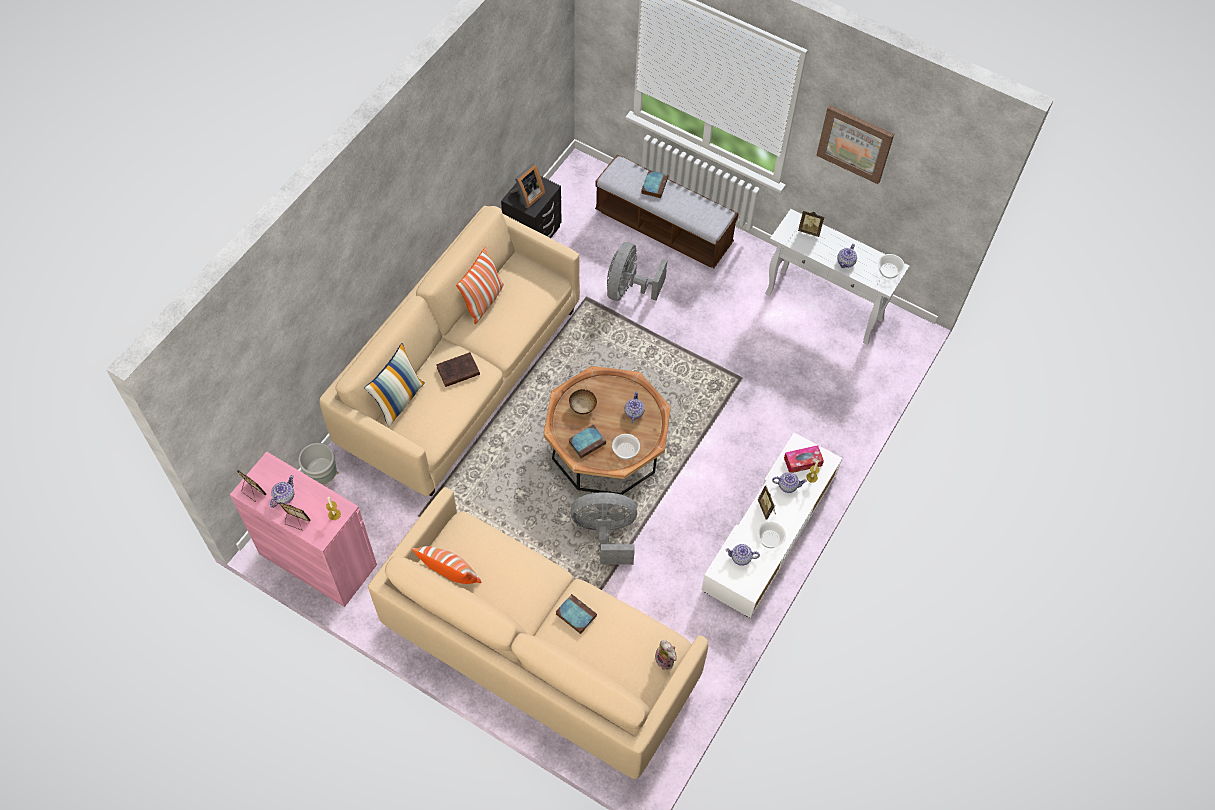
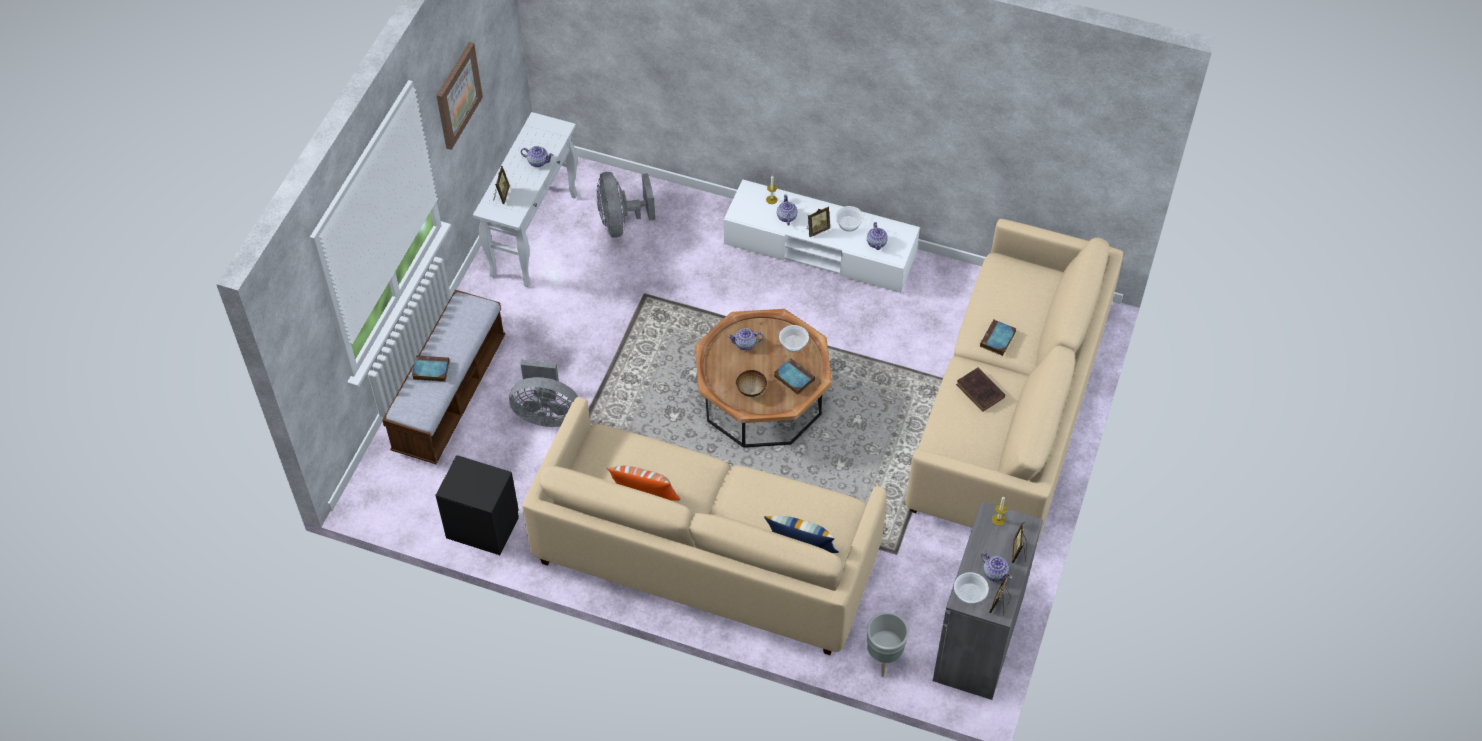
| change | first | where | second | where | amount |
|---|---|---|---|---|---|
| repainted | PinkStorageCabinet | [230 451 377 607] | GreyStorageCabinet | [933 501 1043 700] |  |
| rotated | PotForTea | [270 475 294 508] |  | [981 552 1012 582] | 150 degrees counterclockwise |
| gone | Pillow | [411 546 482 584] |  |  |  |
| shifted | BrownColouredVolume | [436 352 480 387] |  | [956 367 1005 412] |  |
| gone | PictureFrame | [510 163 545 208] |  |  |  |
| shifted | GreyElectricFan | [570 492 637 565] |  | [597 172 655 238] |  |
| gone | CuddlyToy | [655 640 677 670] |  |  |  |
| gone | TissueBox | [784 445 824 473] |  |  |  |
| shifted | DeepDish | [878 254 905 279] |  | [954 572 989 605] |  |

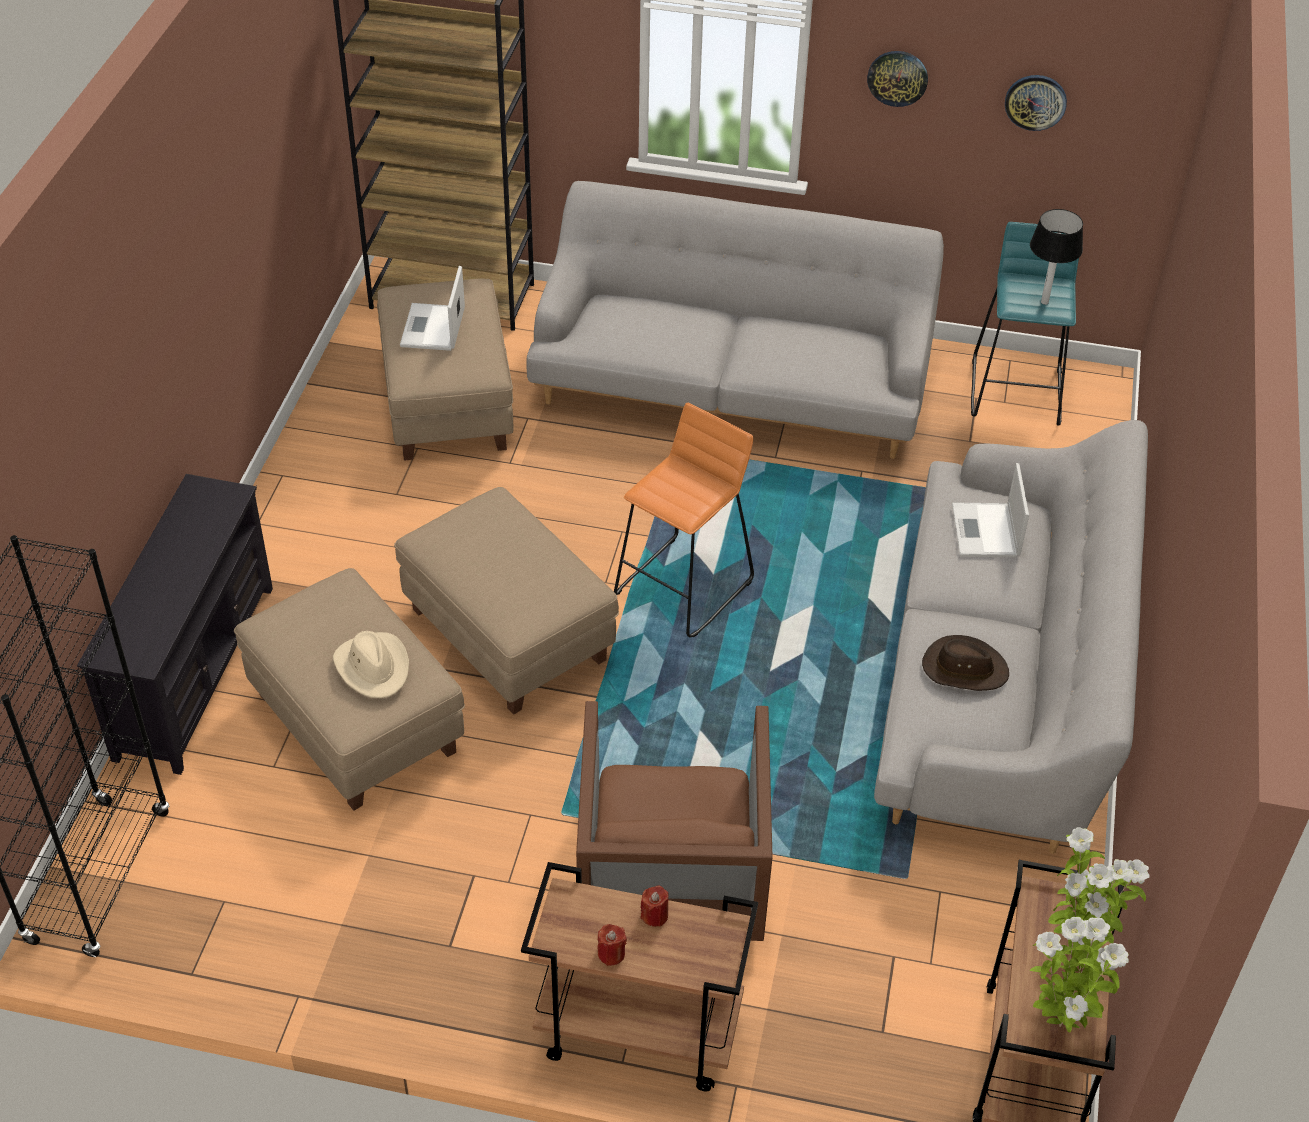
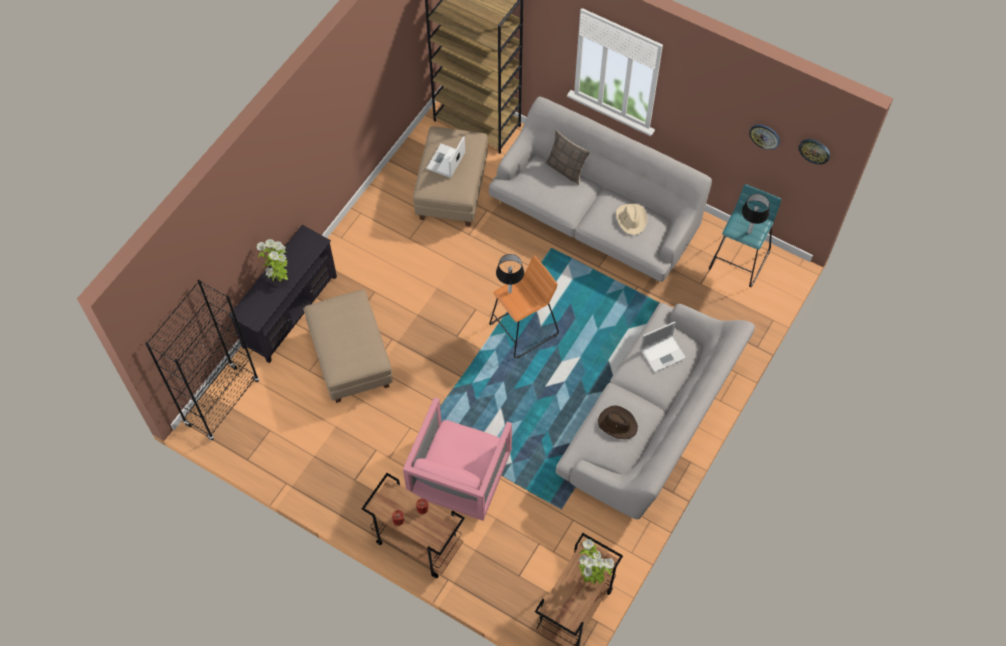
| change | first | where | second | where | amount |
|---|---|---|---|---|---|
| shifted | SandColouredHat | [333 631 409 698] |  | [616 204 647 235] |  |
| gone | SandColouredOttoman | [394 487 619 714] |  |  |  |
| repainted | BrownColouredArmchair | [576 701 773 941] | PinkArmchair | [403 397 512 521] |  |
| shifted | ClockOnTheWall | [867 51 928 107] |  | [798 139 830 165] |  |
| rotated | Laptop | [952 463 1029 557] |  | [640 322 686 372] | 135 degrees counterclockwise |
| shifted | PottedPlant | [1030 917 1129 1033] |  | [256 239 288 282] |  |
| new |  |  | TableLamp | [496 254 524 293] |  |
| new |  |  | Pillow | [545 130 590 185] |  |

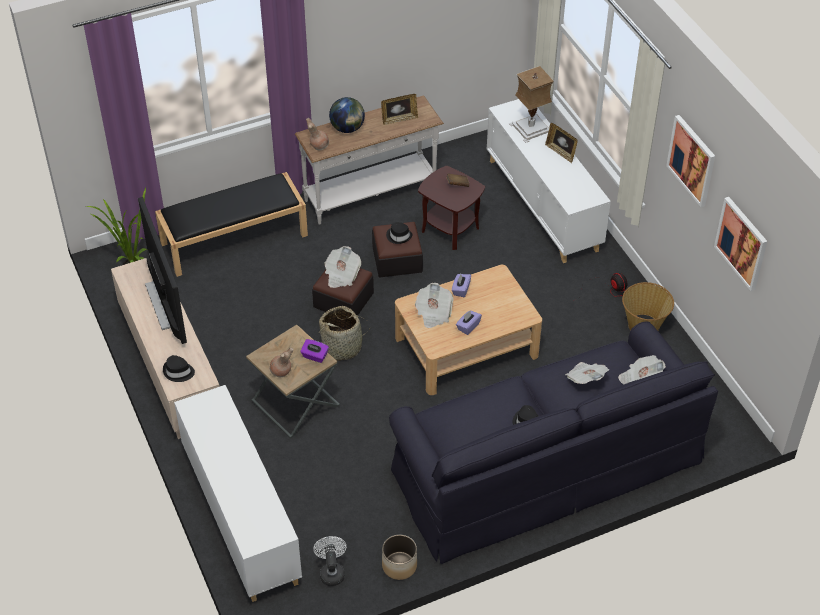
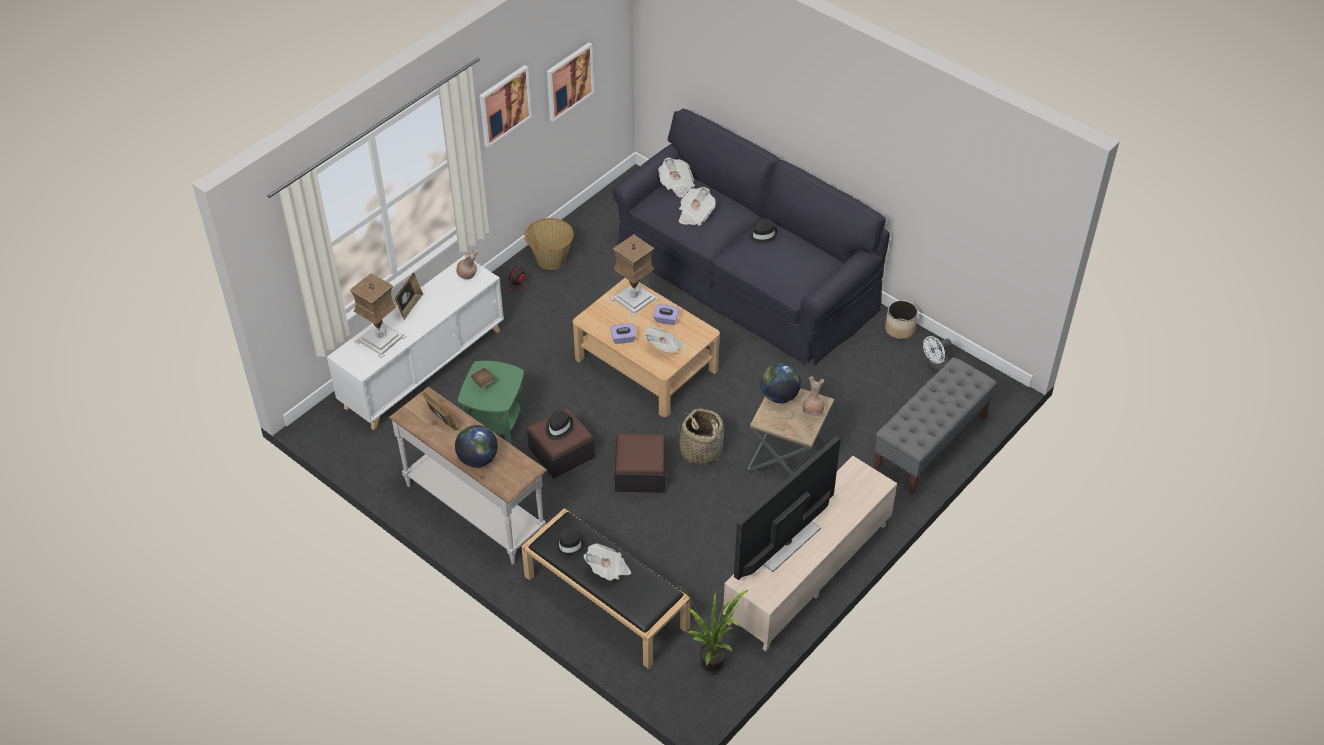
| change | first | where | second | where | amount |
|---|---|---|---|---|---|
| shifted | BlackishHat | [163 355 195 382] |  | [555 528 585 555] |  |
| swapped | WhiteStorageCabinet | [174 385 302 602] | GreyBench | [873 357 997 495] |  |
| swapped | PurpleTissueBox | [300 339 329 363] | WorldGlobe | [761 363 801 403] |  |
| shifted | BrownColouredDecorativeVase | [306 118 329 150] |  | [456 249 478 279] |  |
| shifted | Newspaper | [324 246 361 288] |  | [584 543 631 581] |  |
| repainted | BrownColouredAccentTable | [418 166 485 250] | GreenAccentTable | [458 361 525 445] |  |
| new |  |  | TableLamp | [610 234 659 317] |  |

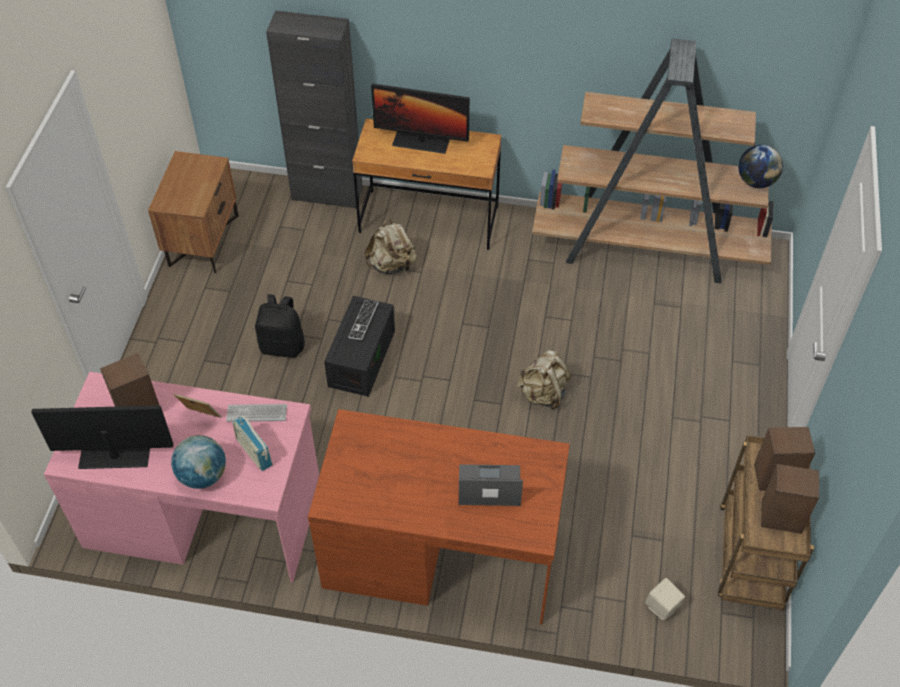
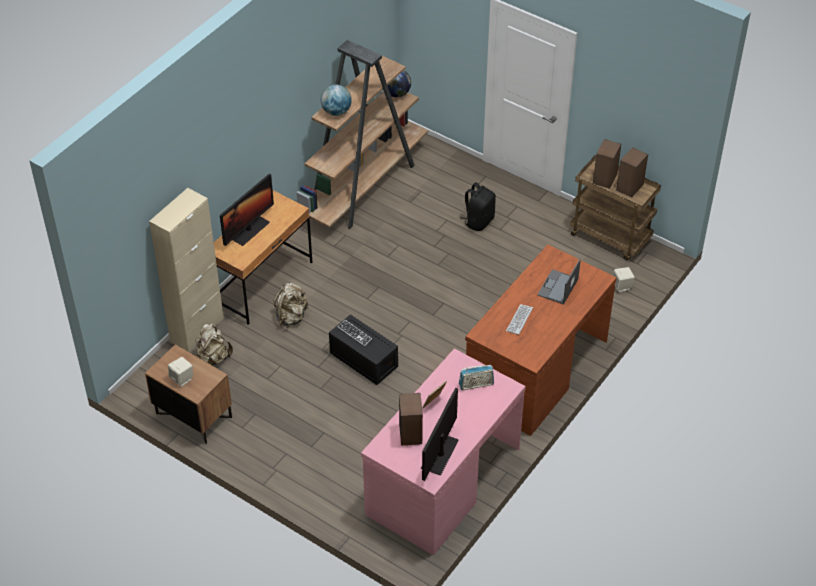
| change | first | where | second | where | amount |
|---|---|---|---|---|---|
| shifted | WorldGlobe | [171 435 226 489] |  | [321 85 352 116] |  |
| shifted | PcKeyboard | [226 404 287 422] |  | [506 304 533 335] |  |
| shifted | BlackishBackpack | [255 294 305 358] |  | [460 182 496 231] |  |
| repainted | BlackishStorageCabinet | [266 10 363 209] | SandColouredStorageCabinet | [149 188 224 352] |  |
| shifted | SandColouredBackpack | [517 350 571 410] |  | [195 324 233 365] |  |
| new |  |  | SandColouredSpeaker | [168 357 193 387] |  |

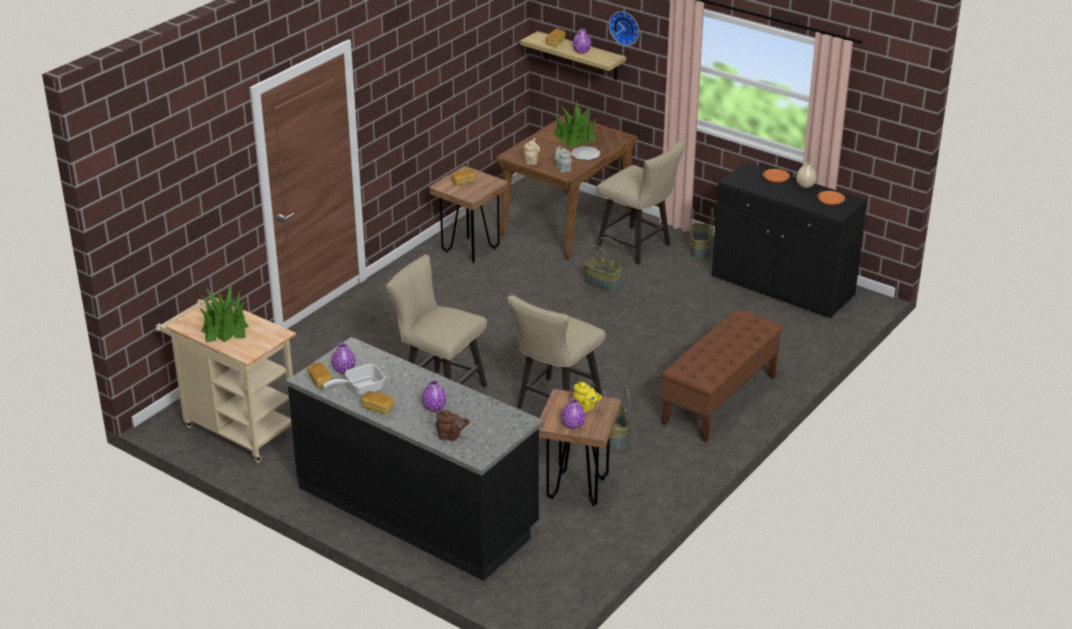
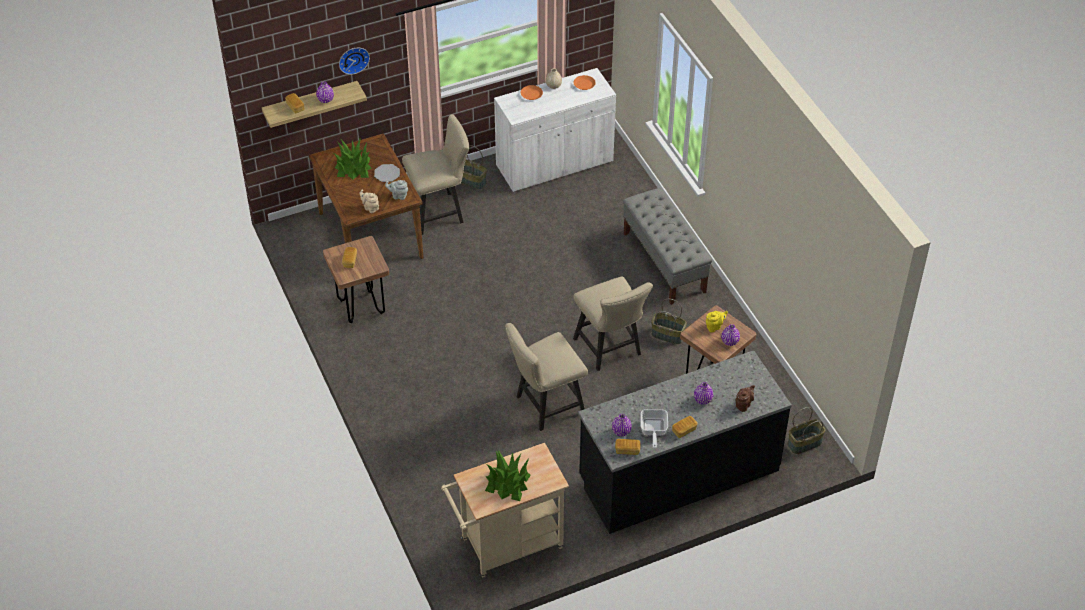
| change | first | where | second | where | amount |
|---|---|---|---|---|---|
| shifted | Basket | [584 237 622 292] |  | [787 407 825 454] |  |
| repainted | BrownColouredBench | [661 309 783 443] | GreyBench | [623 188 712 305] |  |
| repainted | BlackishStorageCabinet | [712 162 867 319] | WhiteStorageCabinet | [494 68 616 192] |  |

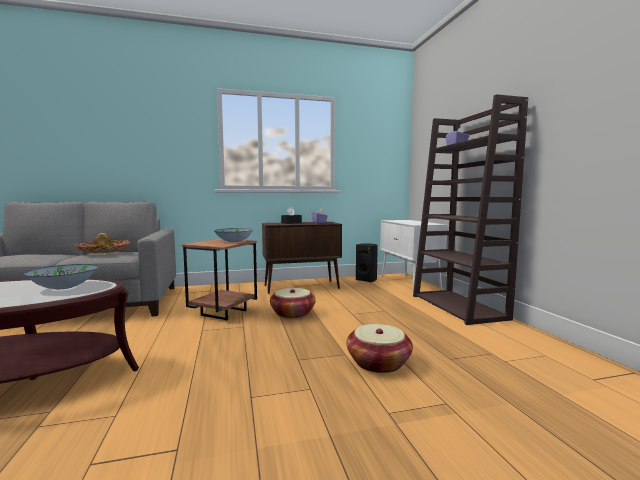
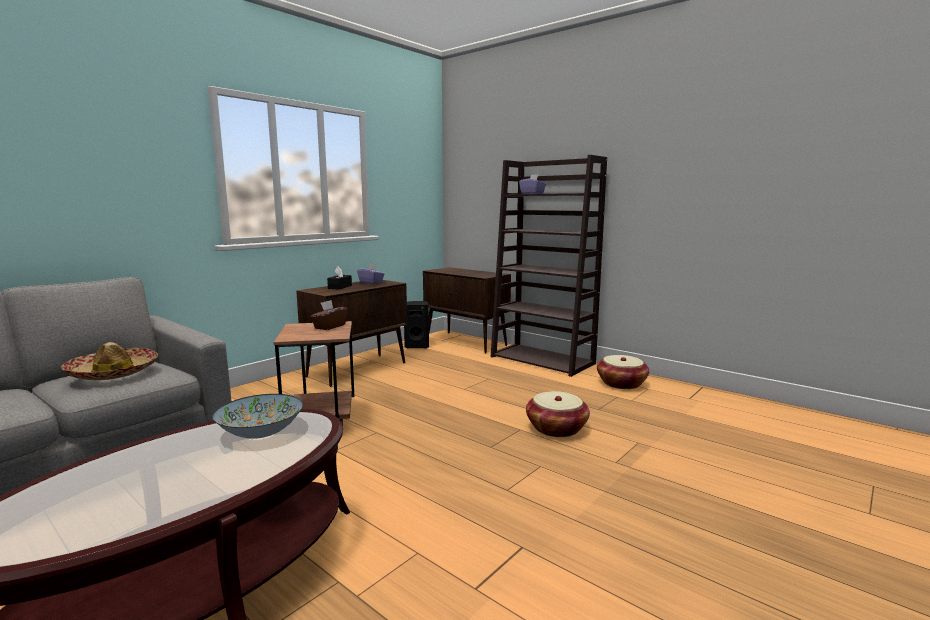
| change | first | where | second | where | amount |
|---|---|---|---|---|---|
| swapped | DeepDish | [214 228 254 242] | BrownColouredTissueBox | [310 300 348 330] |  |
| shifted | Basket | [270 288 316 319] |  | [597 355 649 389] |  |
| repainted | WhiteStorageCabinet | [380 220 448 293] | BrownColouredStorageCabinet | [423 267 511 354] |  |

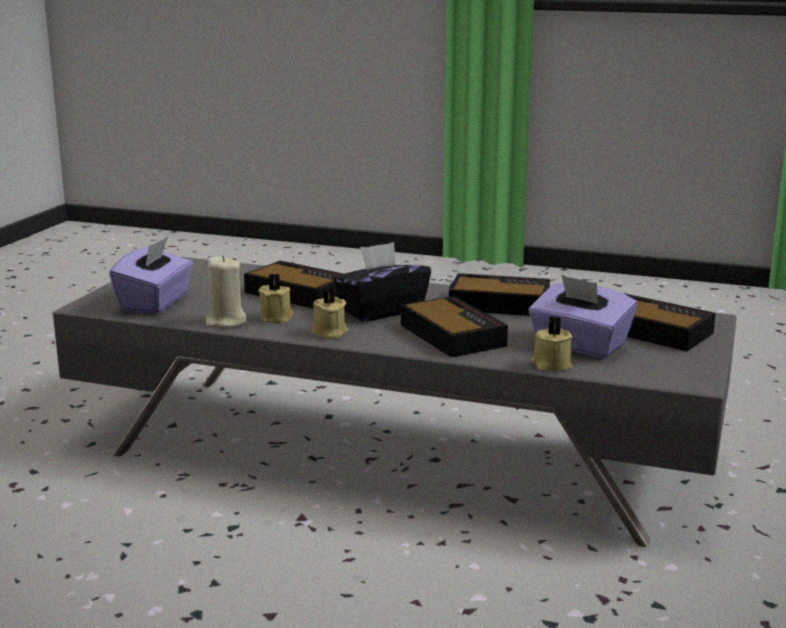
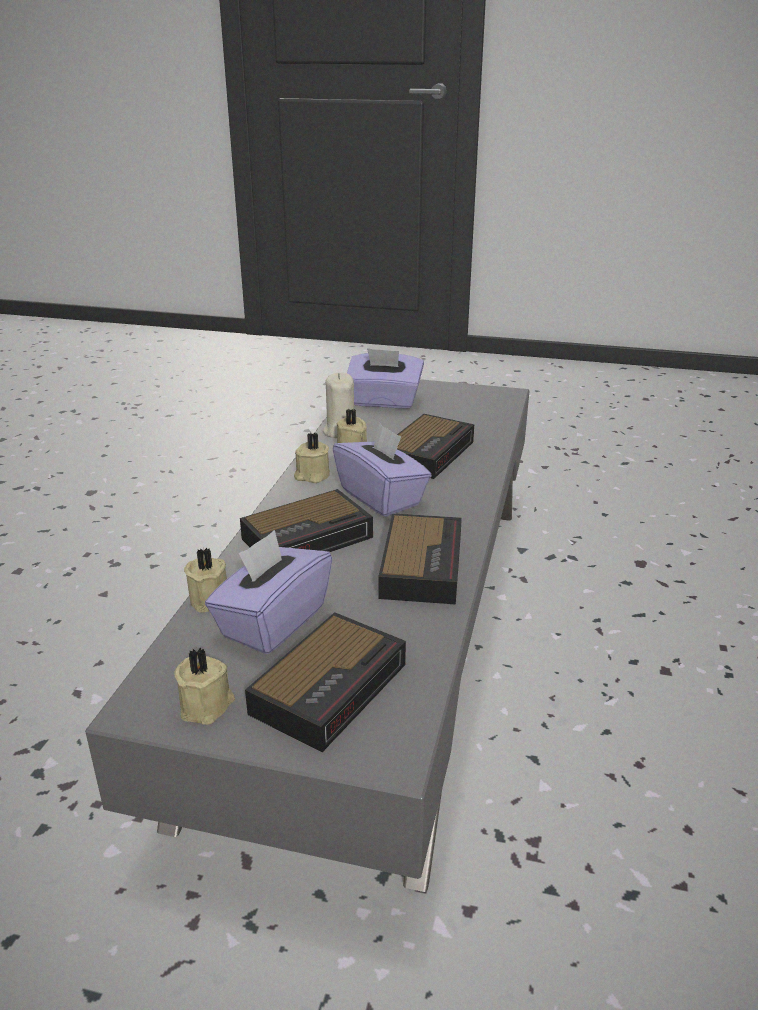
| change | first | where | second | where | amount |
|---|---|---|---|---|---|
| repainted | BlackishTissueBox | [333 242 431 321] | PurpleTissueBox | [333 423 432 517] |  |
| new |  |  | SandColouredWaxCandle | [174 647 235 725] |  |

